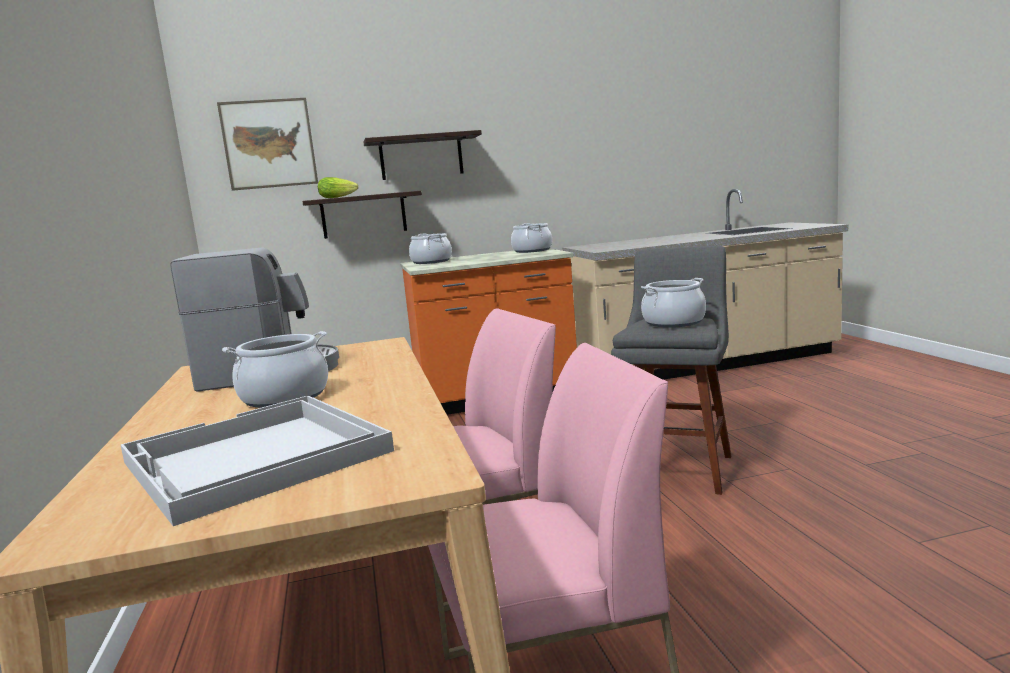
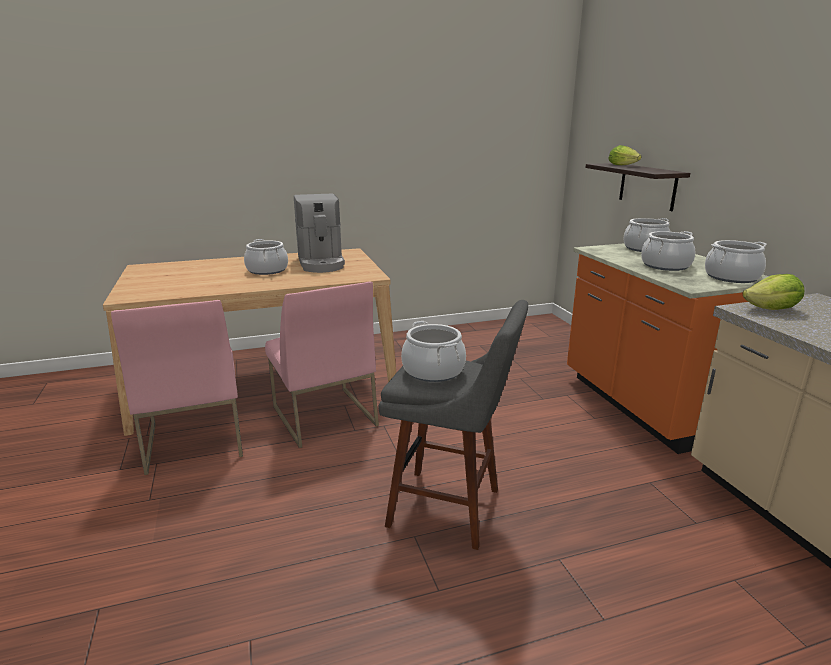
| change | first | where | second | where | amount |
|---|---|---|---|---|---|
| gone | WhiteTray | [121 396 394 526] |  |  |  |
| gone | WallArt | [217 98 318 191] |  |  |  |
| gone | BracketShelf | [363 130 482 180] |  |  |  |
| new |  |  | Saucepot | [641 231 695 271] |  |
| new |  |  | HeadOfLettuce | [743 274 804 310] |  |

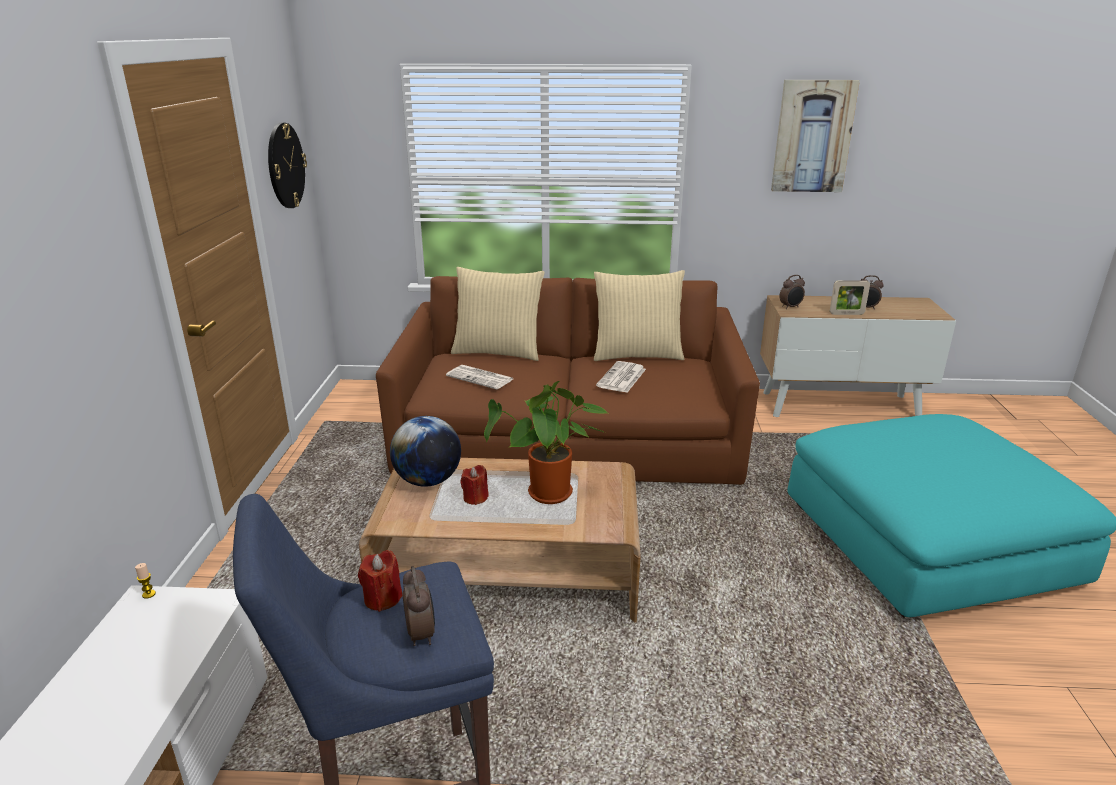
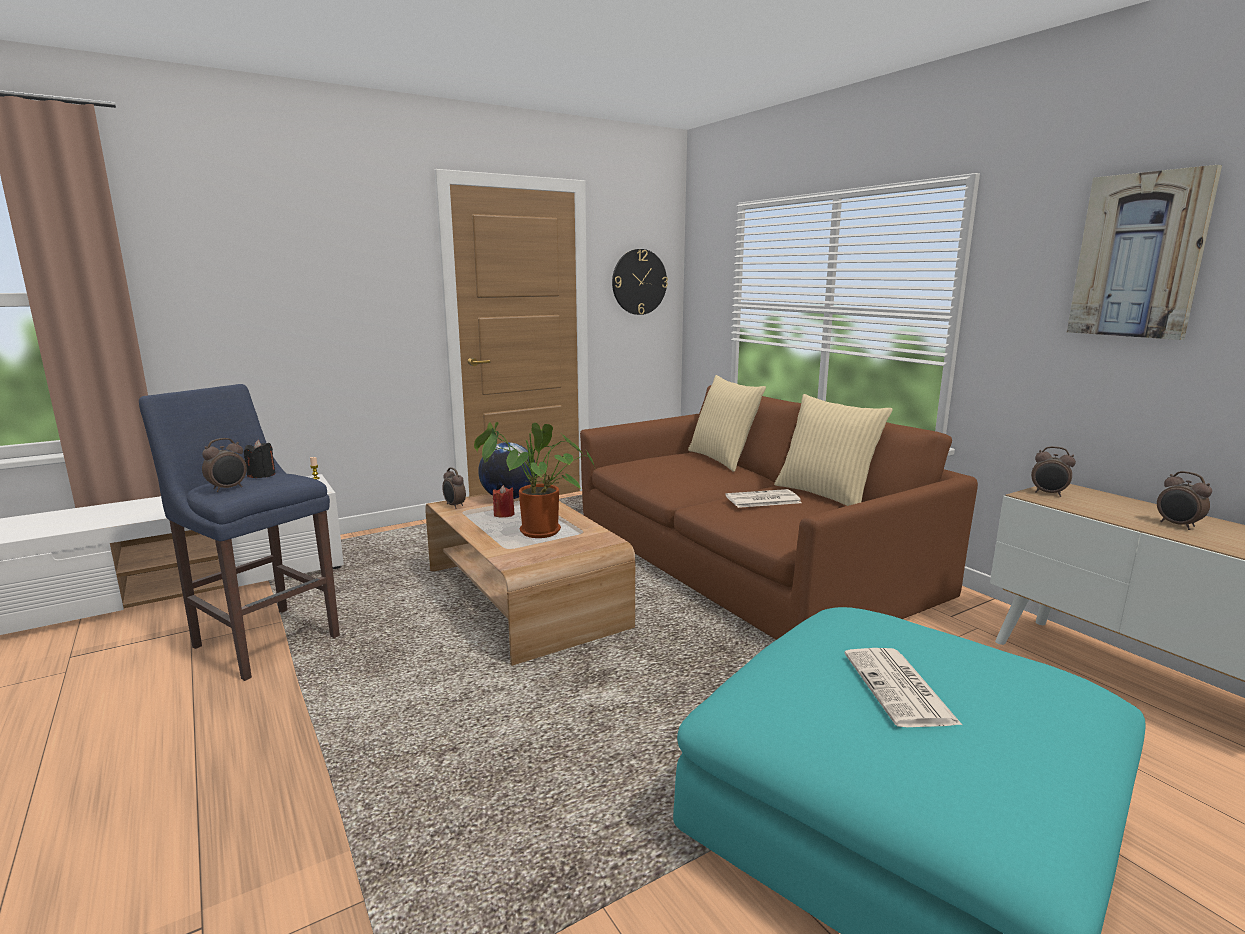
| change | first | where | second | where | amount |
|---|---|---|---|---|---|
| repainted | RedWaxCandle | [358 550 403 612] | BlackishWaxCandle | [244 440 276 478] |  |
| shifted | Newspaper | [446 365 513 390] |  | [844 648 962 727] |  |
| gone | PictureFrame | [830 280 870 315] |  |  |  |
| new |  |  | AlarmClock | [442 467 466 509] |  |

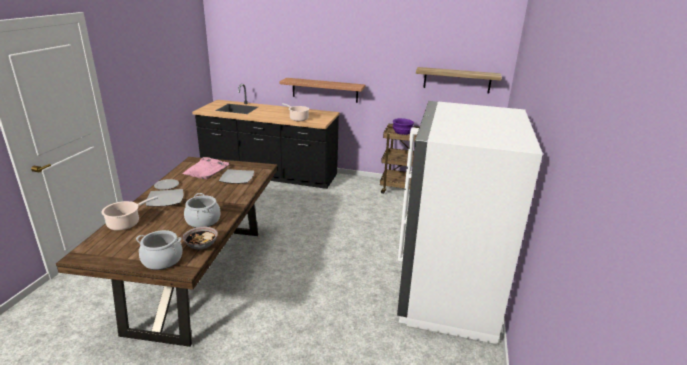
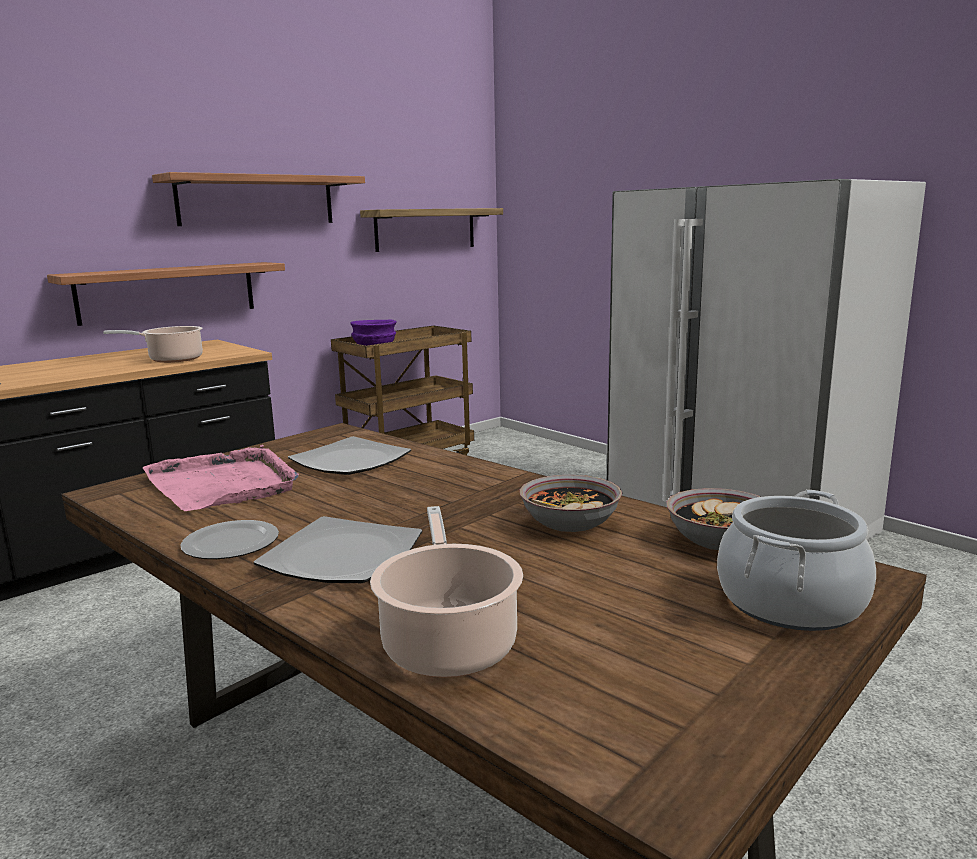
| change | first | where | second | where | amount |
|---|---|---|---|---|---|
| swapped | Saucepot | [184 193 220 228] | DeepDish | [520 475 622 532] |  |
| new |  |  | BracketShelf | [152 172 365 226] |  |

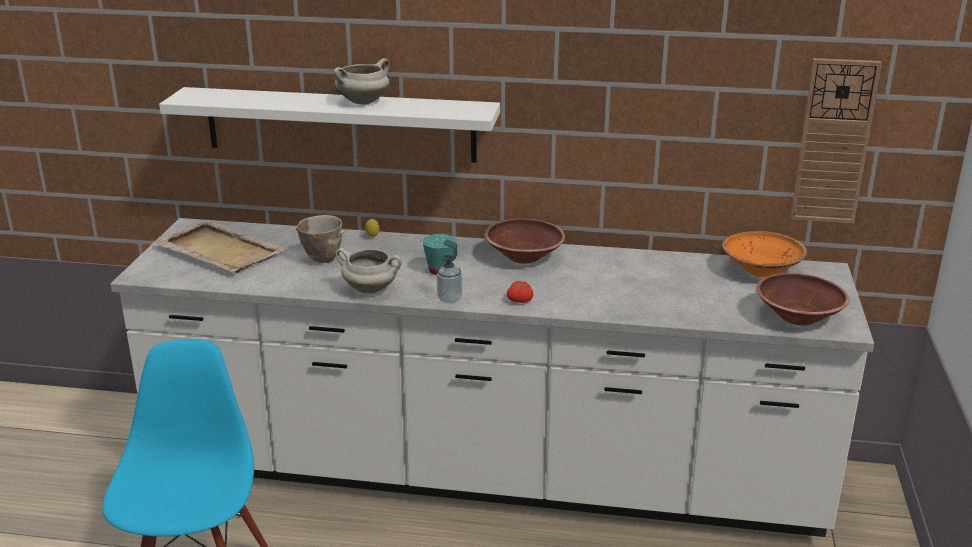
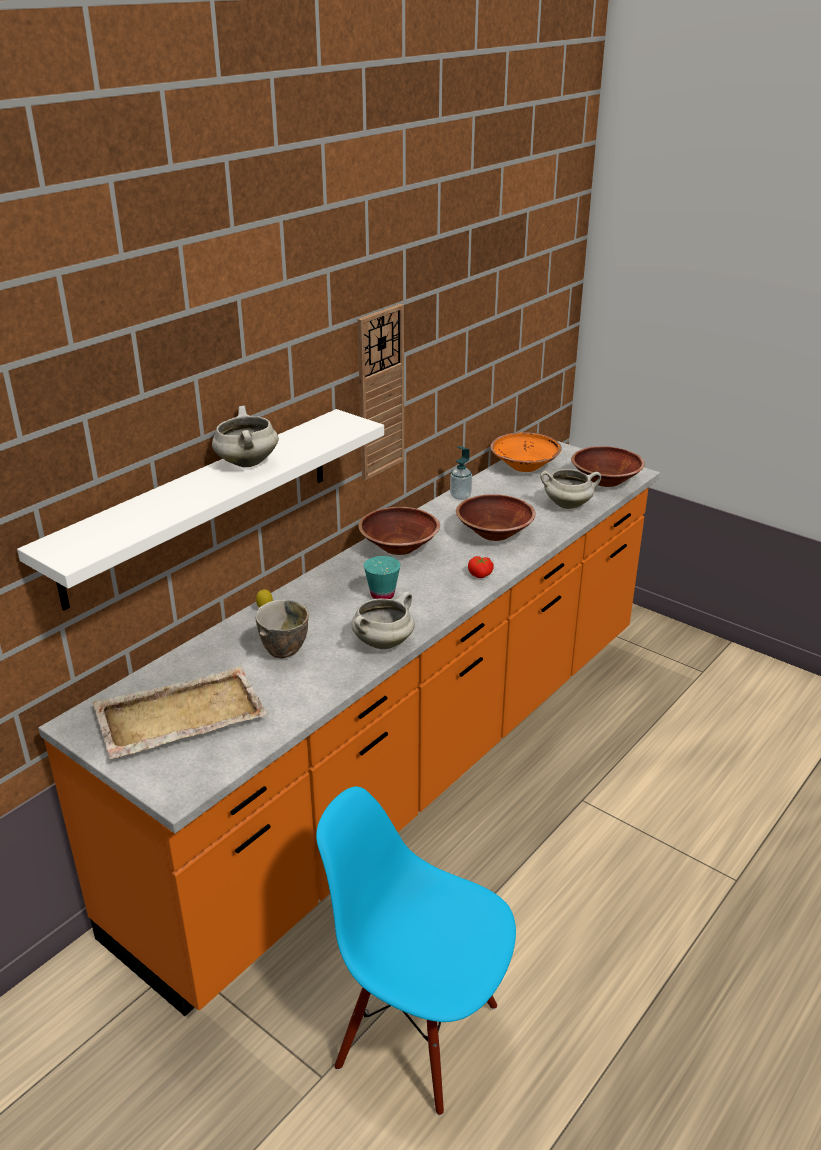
| change | first | where | second | where | amount |
|---|---|---|---|---|---|
| repainted | WhiteKitchenBaseUnit | [110 218 874 537] | OrangeKitchenBaseUnit | [38 441 660 1016] |  |
| shifted | SoapBottle | [437 239 462 303] |  | [450 446 472 500] |  |
| shifted | ClockOnTheWall | [791 58 882 223] |  | [358 304 404 480] |  |
| new |  |  | BrownColouredDeepDish | [456 494 536 541] |  |
| new |  |  | WhiteSaucepot | [540 469 601 509] |  |

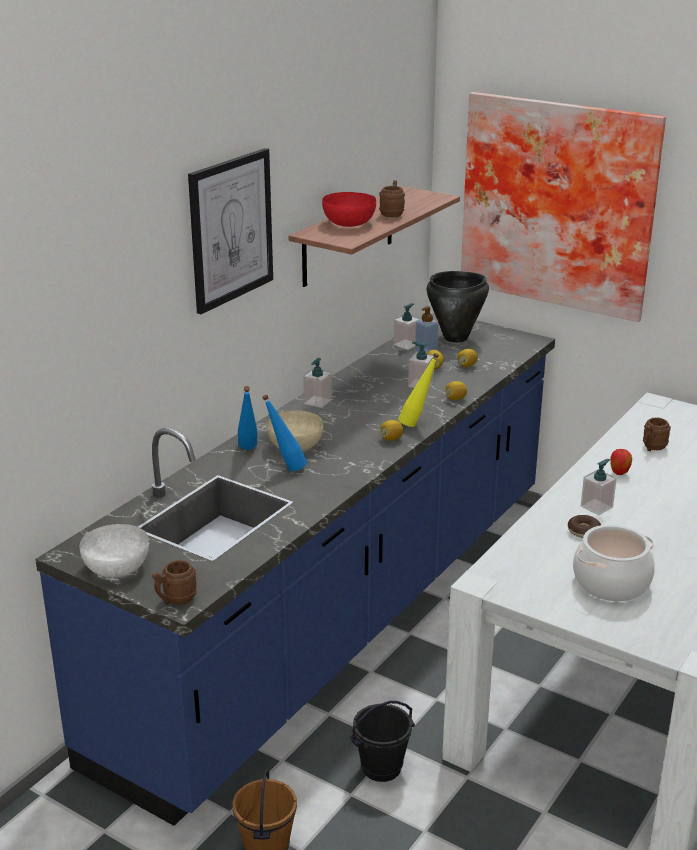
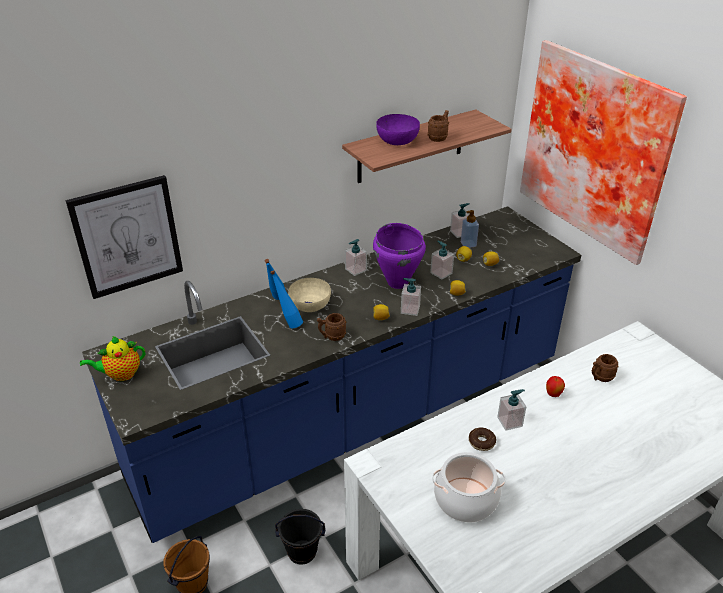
| change | first | where | second | where | amount |
|---|---|---|---|---|---|
| swapped | WhiteDeepDish | [80 524 149 578] | PotForTea | [80 336 145 381] |  |
| shifted | BrownColouredMug | [152 560 197 605] |  | [317 313 346 341] |  |
| shifted | WallArt | [188 148 273 314] |  | [66 175 183 299] |  |
| repainted | RedDeepDish | [322 192 376 227] | PurpleDeepDish | [376 114 420 145] |  |
| swapped | YellowDrinkBottle | [398 353 439 427] | SoapBottle | [401 278 421 316] |  |
| gone | BlackishSaucepot | [427 271 489 343] |  |  |  |
| new |  |  | PurpleSaucepot | [373 223 426 289] |  |

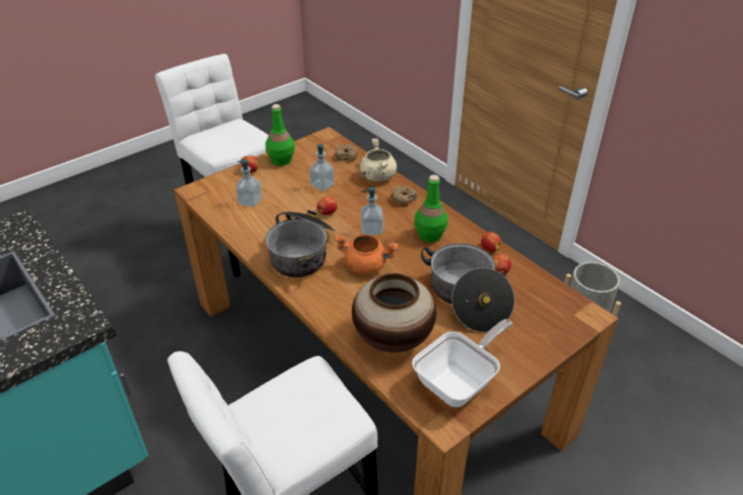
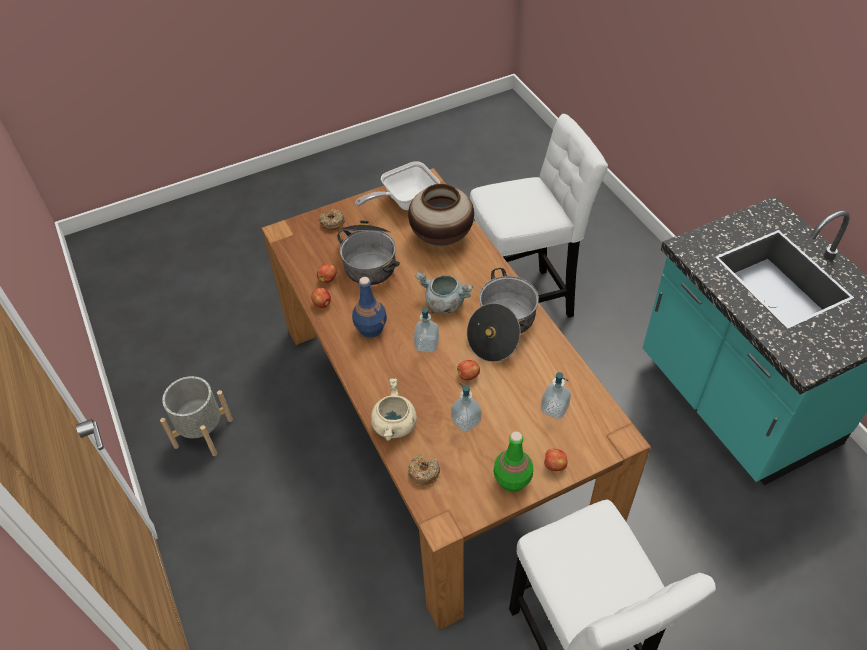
| change | first | where | second | where | amount |
|---|---|---|---|---|---|
| repainted | OrangeSaucepot | [335 235 398 274] | GreySaucepot | [416 272 473 314] |  |
| shifted | Donut | [391 186 417 207] |  | [319 209 345 230] |  |
| repainted | GreenDrinkBottle | [414 175 448 242] | BlueDrinkBottle | [352 277 387 338] |  |

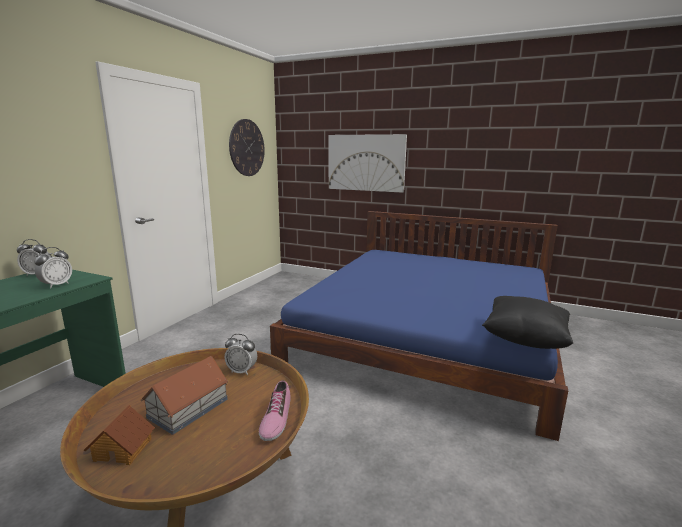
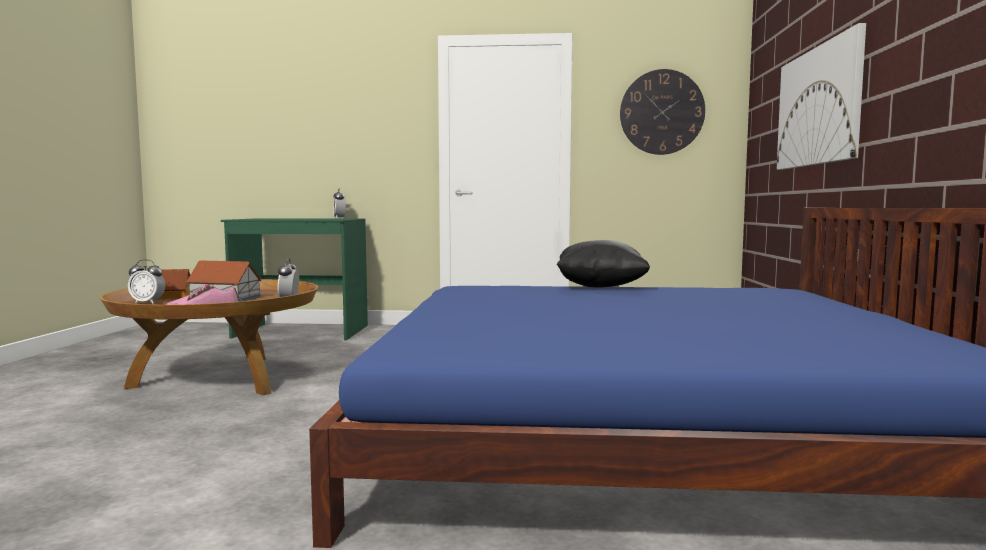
| change | first | where | second | where | amount |
|---|---|---|---|---|---|
| shifted | AlarmClock | [34 247 72 288] |  | [128 259 166 304] |  |
| shifted | BlackishPillow | [482 296 573 349] |  | [557 240 650 288] |  |

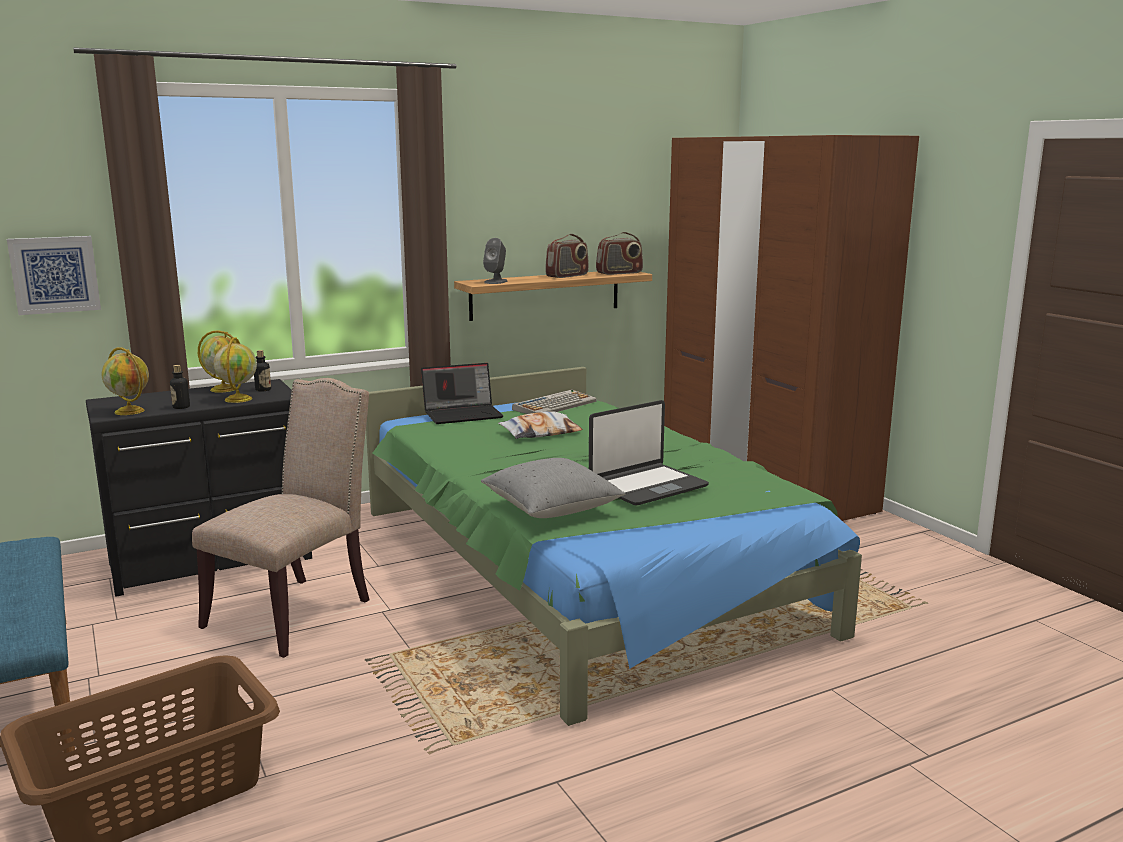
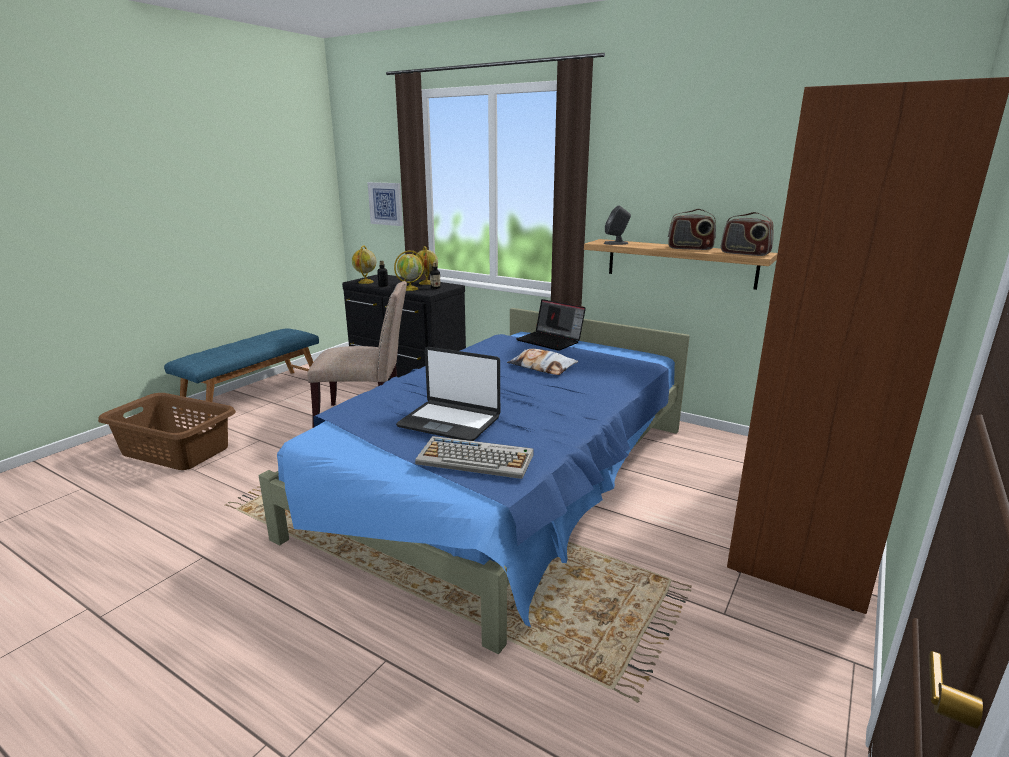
| change | first | where | second | where | amount |
|---|---|---|---|---|---|
| repainted | GreenBedroomBed | [366 367 862 726] | BlueBedroomBed | [259 308 690 654] |  |
| gone | GreyPillow | [481 458 626 518] |  |  |  |
| shifted | PcKeyboard | [512 389 597 414] |  | [415 436 534 479] |  |

